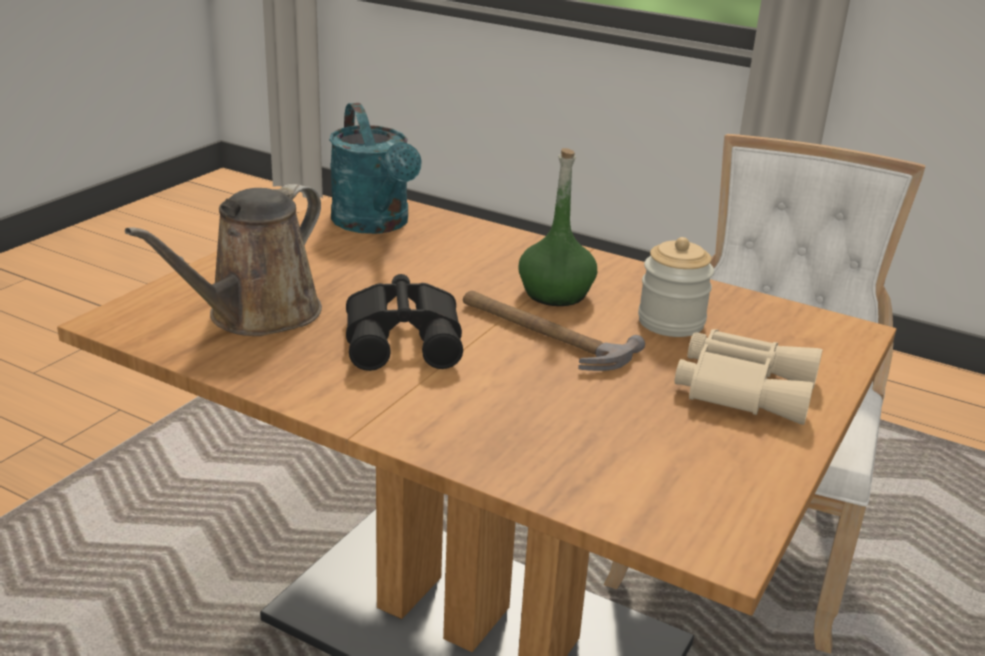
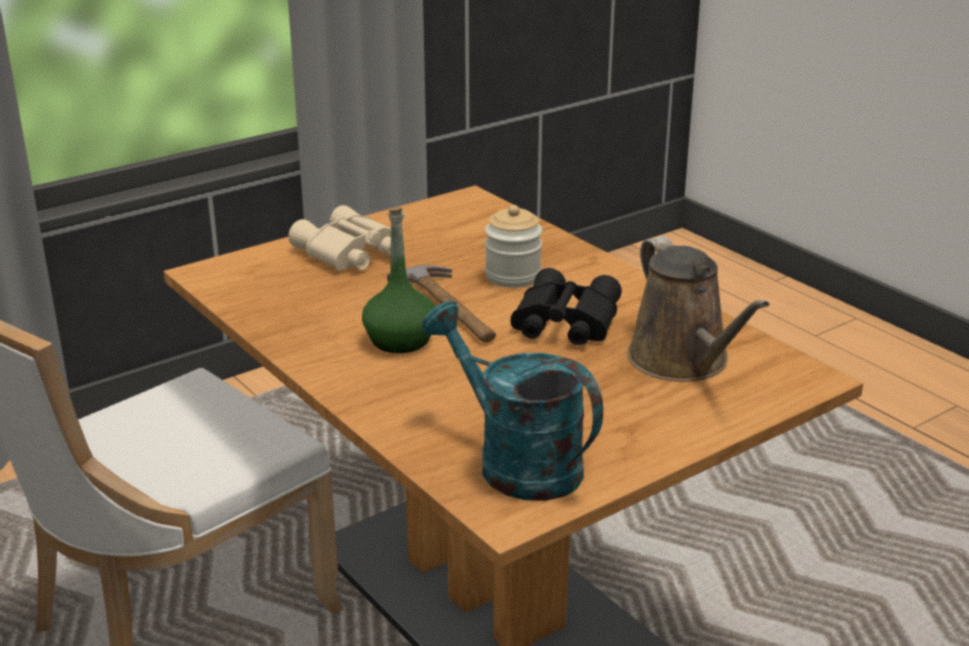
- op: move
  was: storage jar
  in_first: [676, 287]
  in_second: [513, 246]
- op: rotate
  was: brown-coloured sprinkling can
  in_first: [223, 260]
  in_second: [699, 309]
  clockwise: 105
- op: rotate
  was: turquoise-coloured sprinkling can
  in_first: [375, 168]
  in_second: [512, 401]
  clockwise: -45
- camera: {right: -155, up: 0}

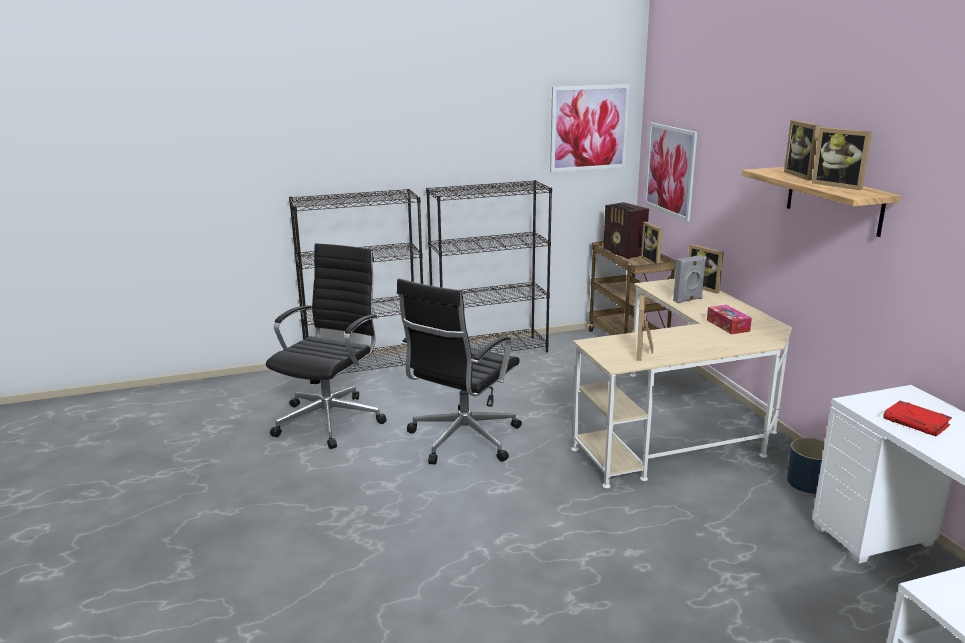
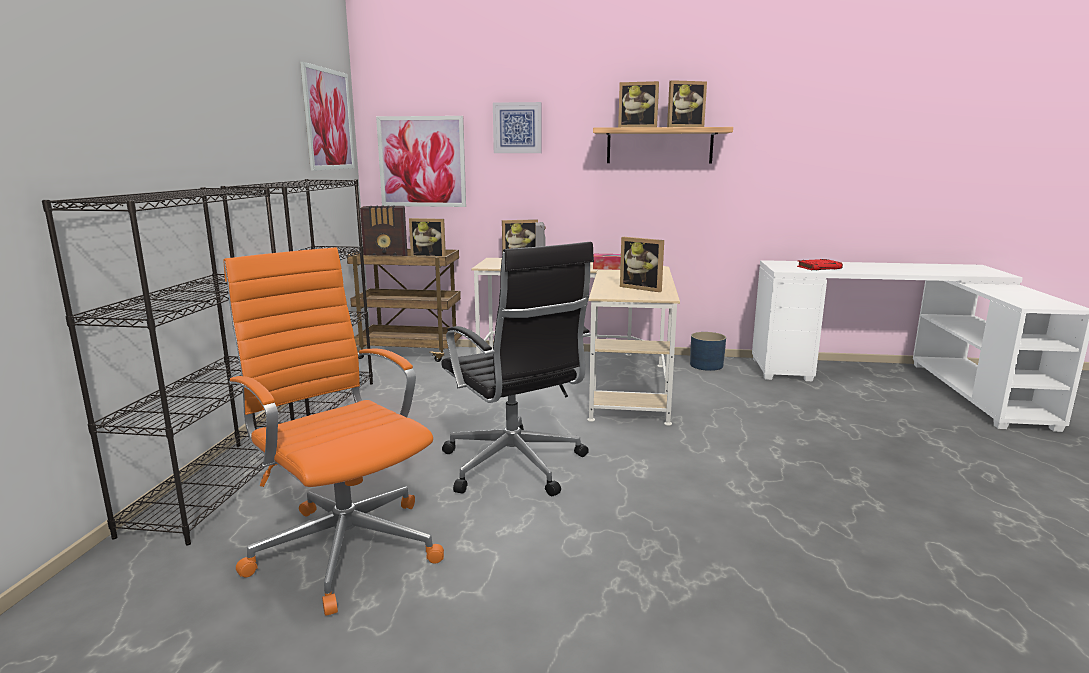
- op: insert
  now: wall picture
  in_second: [517, 127]
- op: recolor
  was: black-coloured computer chair
  now: orangey computer chair
  in_first: [326, 346]
  in_second: [333, 431]
- camera: {right: -65, up: -5}

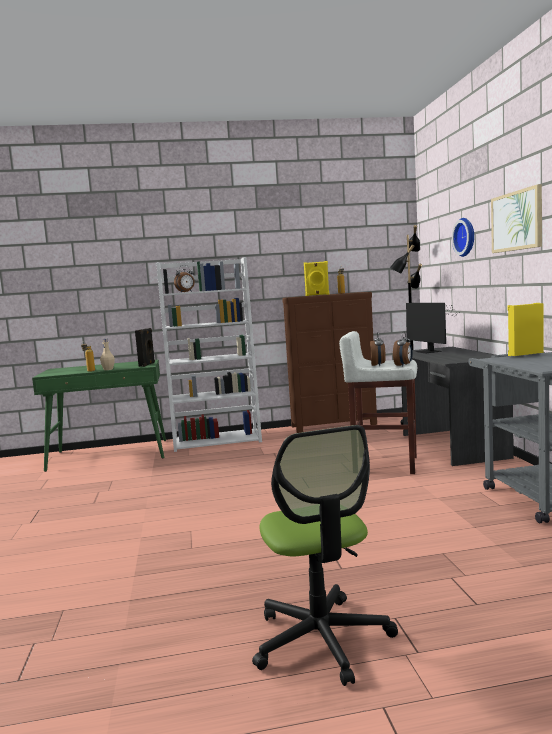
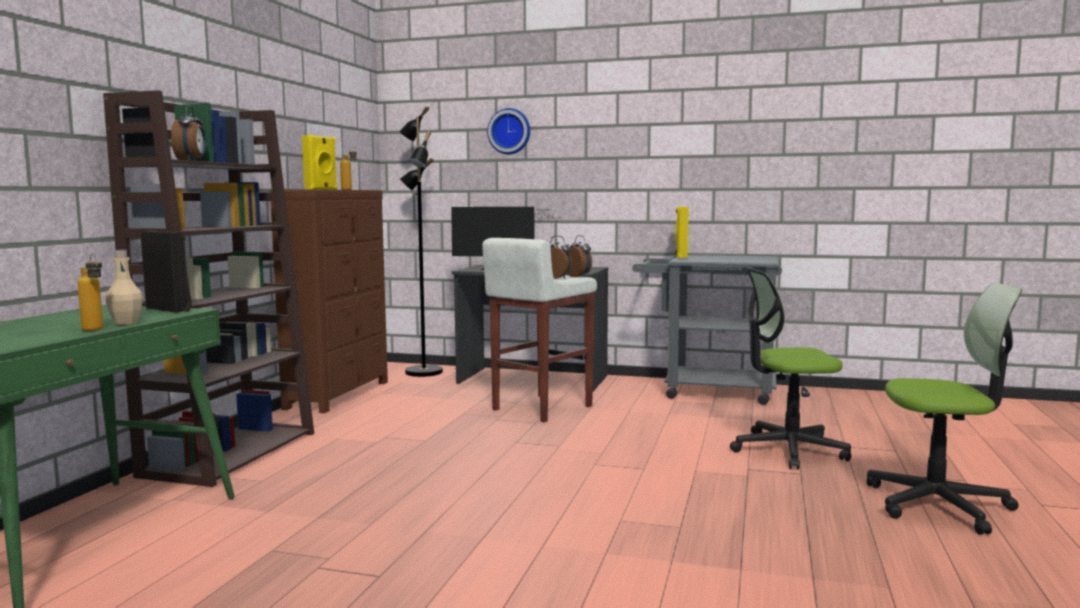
- op: delete
  was: wall picture
  in_first: [516, 218]
- op: insert
  now: computer chair
  in_second: [790, 369]
- op: recolor
  was: white-coloured bookshelf
  now: brown-coloured bookshelf
  in_first: [209, 354]
  in_second: [208, 288]
- camera: {right: -65, up: 0}

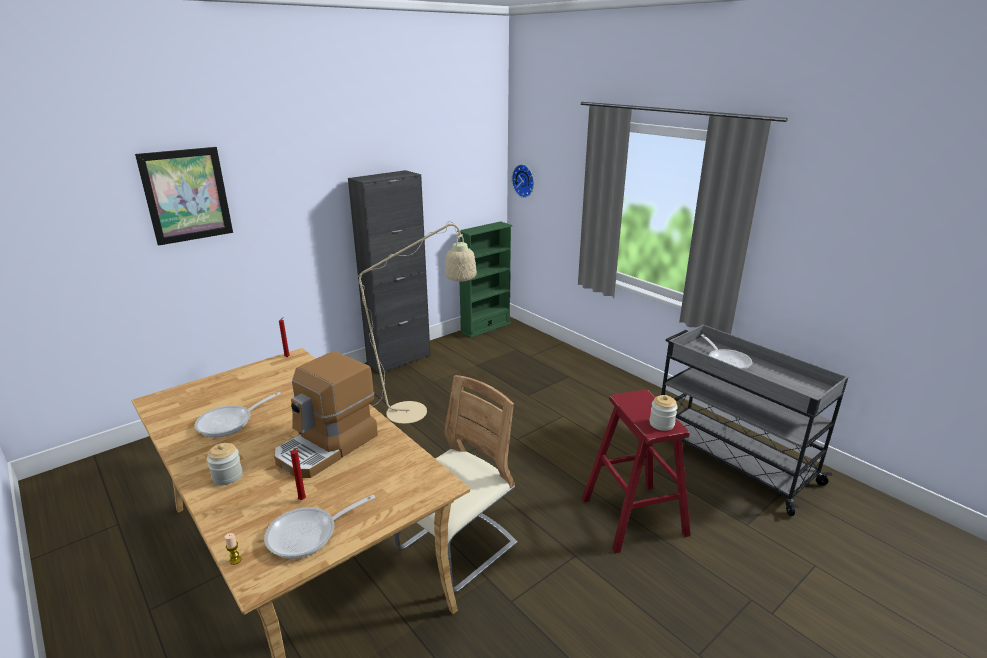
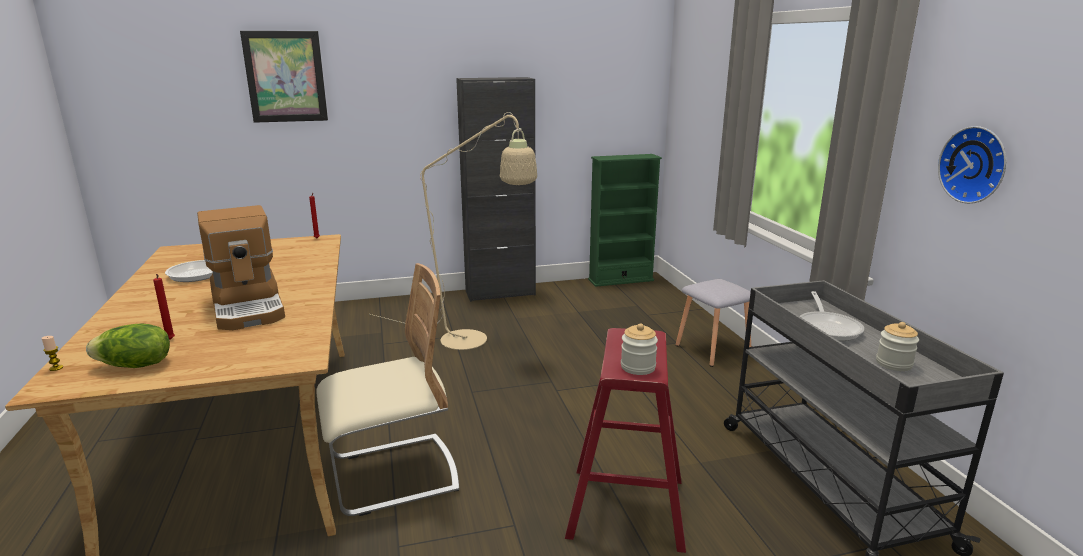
- op: insert
  now: greyish sitting stool
  in_second: [713, 323]
- op: move
  was: storage jar
  in_first: [225, 464]
  in_second: [897, 346]
- op: move
  was: wall clock
  in_first: [523, 181]
  in_second: [972, 165]
- op: replace
  was: pan
  now: lettuce head
  in_first: [319, 527]
  in_second: [128, 345]
- op: rotate
  was: coffee machine
  in_first: [326, 414]
  in_second: [241, 267]
  clockwise: -90
- camera: {right: 25, up: -5}

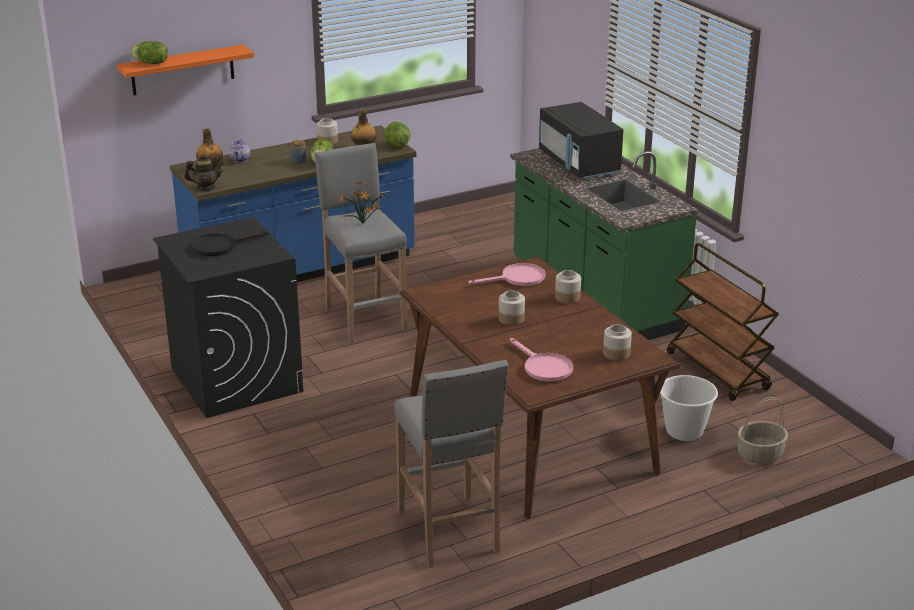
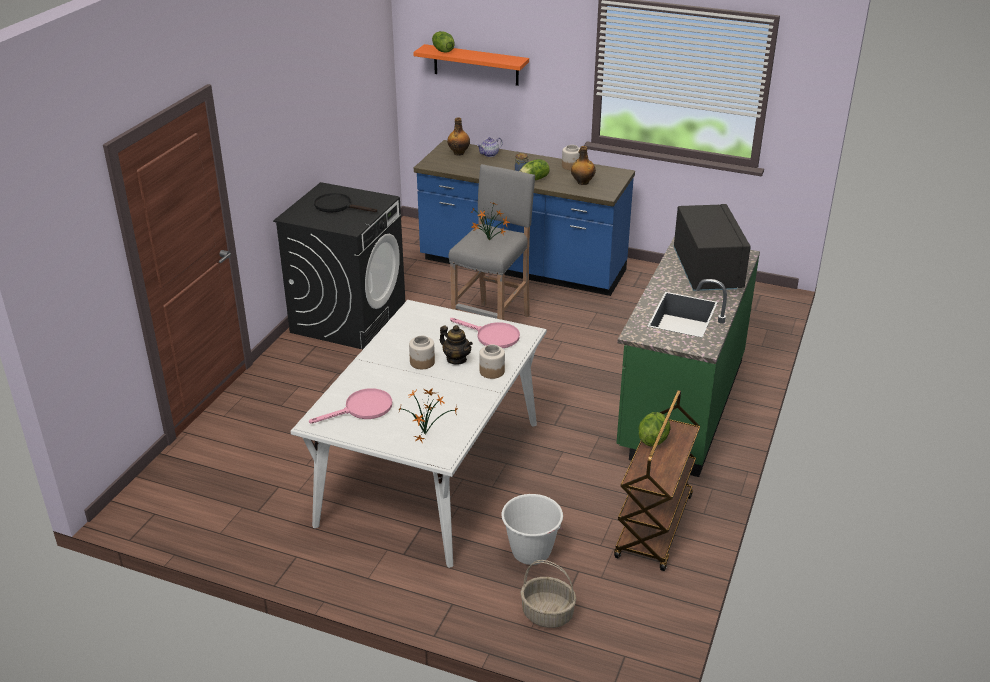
- op: delete
  was: greyish sitting stool
  in_first: [451, 464]
- op: move
  was: tea pot
  in_first: [204, 172]
  in_second: [456, 344]
- op: move
  was: lettuce head
  in_first: [397, 134]
  in_second: [655, 429]
- op: replace
  was: storage jar
  now: houseplant
  in_first: [617, 342]
  in_second: [428, 415]
- op: recolor
  was: brown-coloured kitchen table
  now: white-coloured kitchen table
  in_first: [540, 387]
  in_second: [419, 434]
- op: rotate
  was: pink pan
  in_first: [541, 360]
  in_second: [350, 406]
  clockwise: -135
- op: rotate
  was: black-coloured kitchen microwave
  in_first: [581, 141]
  in_second: [712, 247]
  clockwise: 150
- camera: {right: 50, up: 5}

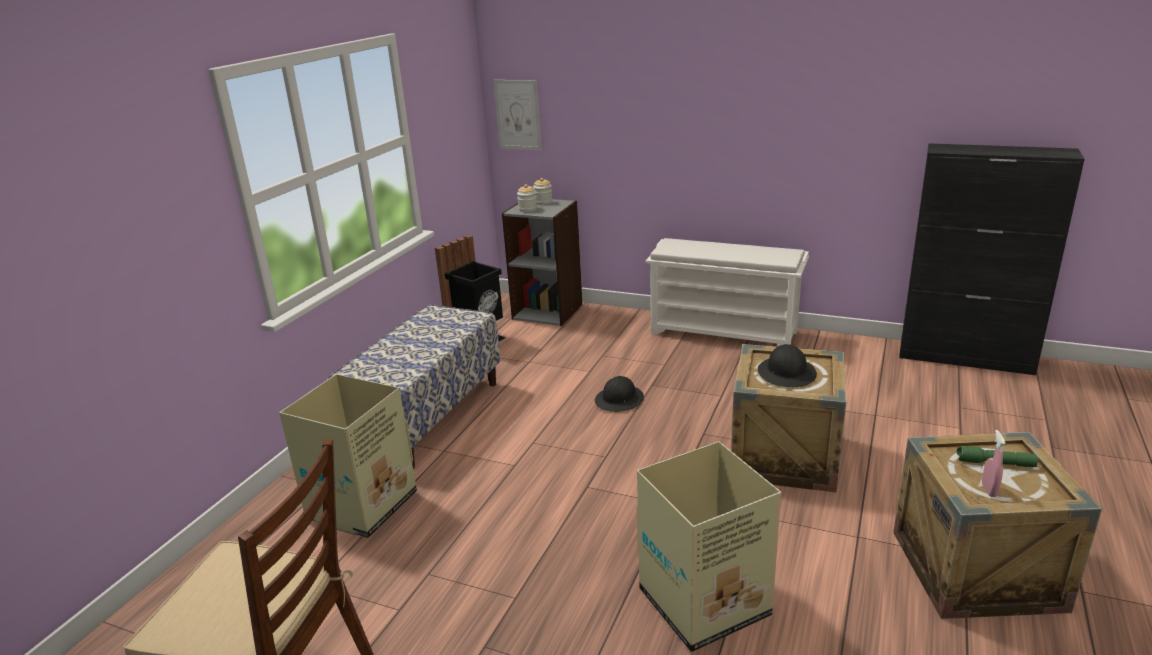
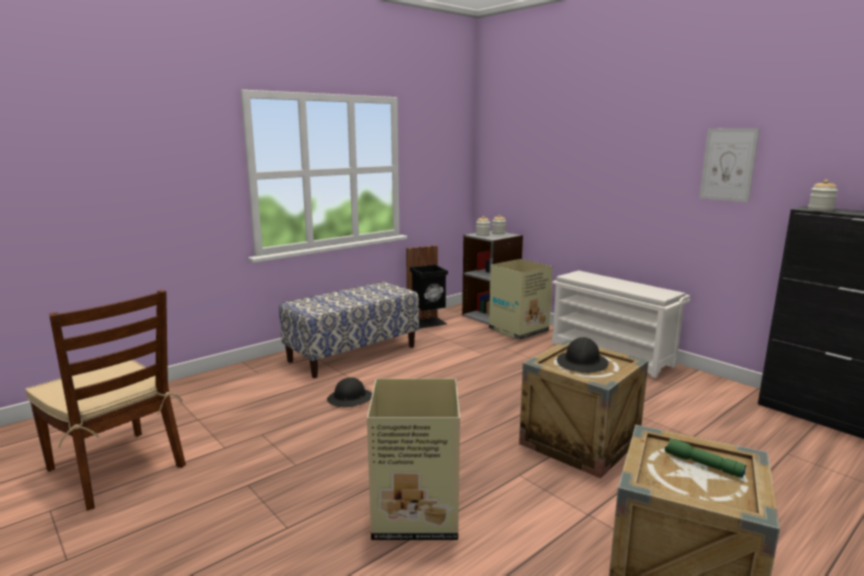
- op: delete
  was: pink sprayer
  in_first: [994, 463]
- op: insert
  now: storage jar
  in_second: [823, 195]
- op: move
  was: packing box
  in_first: [348, 456]
  in_second: [521, 299]
- op: move
  was: wall picture
  in_first: [518, 115]
  in_second: [729, 165]
- op: move
  was: black-coloured safety helmet
  in_first: [619, 394]
  in_second: [349, 392]
- camera: {right: 25, up: -10}

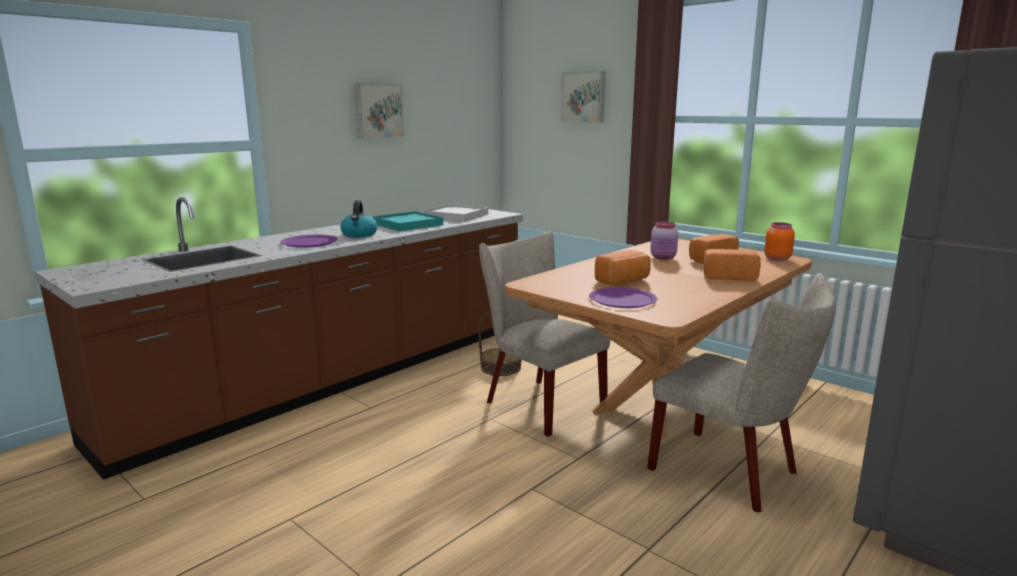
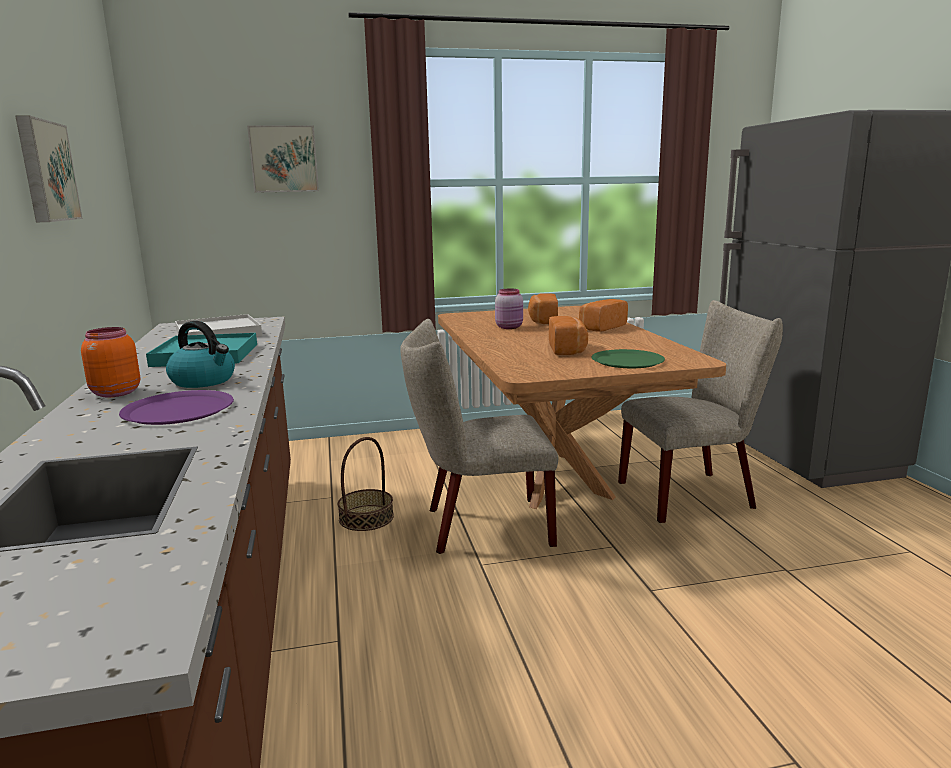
- op: move
  was: orangey storage jar
  in_first: [779, 241]
  in_second: [110, 362]
- op: recolor
  was: purplish plate
  now: greenish plate
  in_first: [623, 297]
  in_second: [628, 358]
- camera: {right: -55, up: 0}

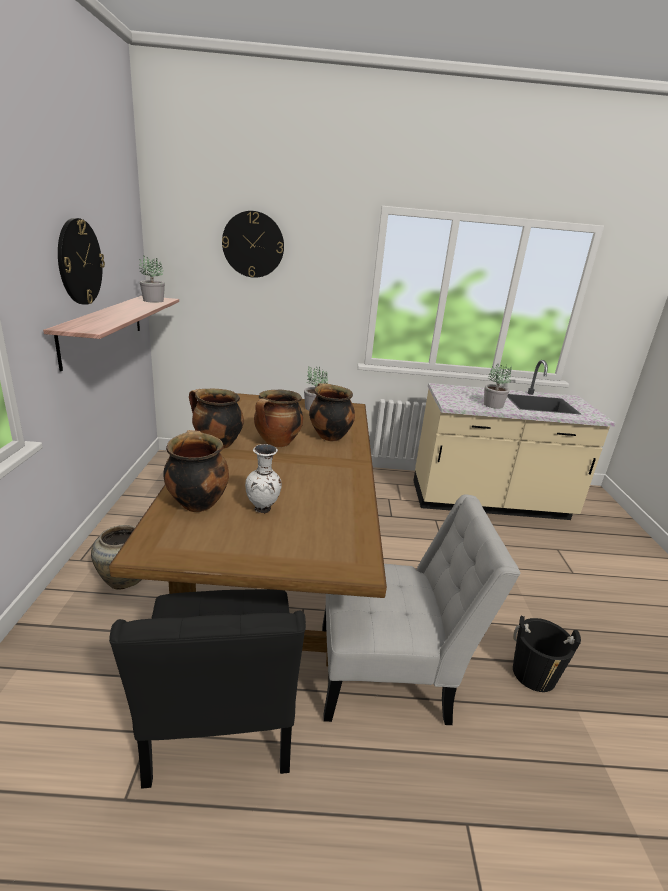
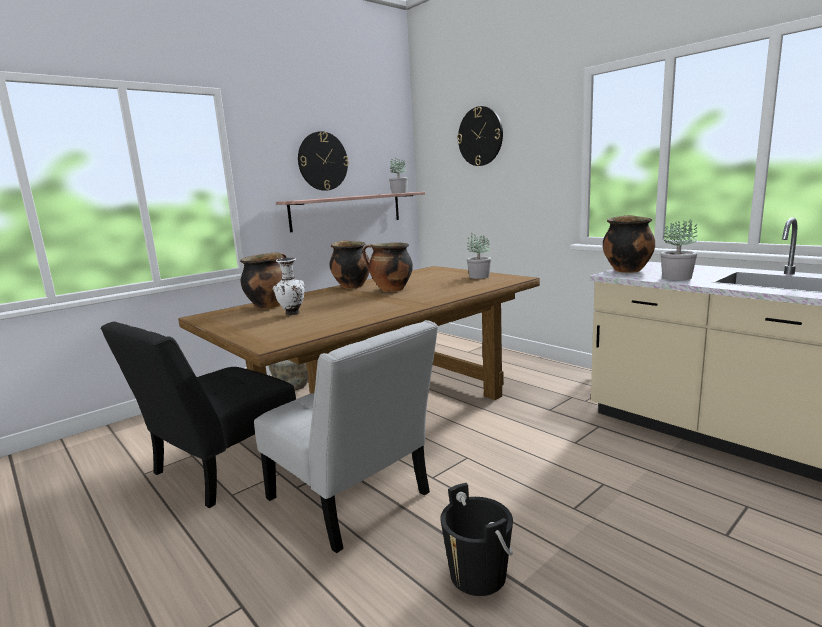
- op: move
  was: cooking pot
  in_first: [332, 412]
  in_second: [629, 244]
- camera: {right: 50, up: -10}

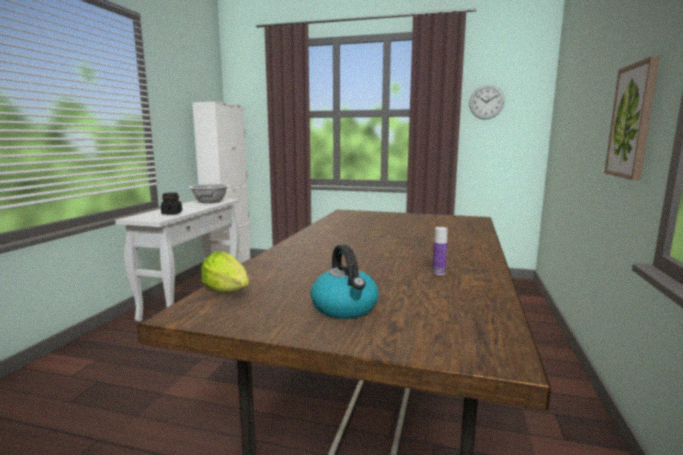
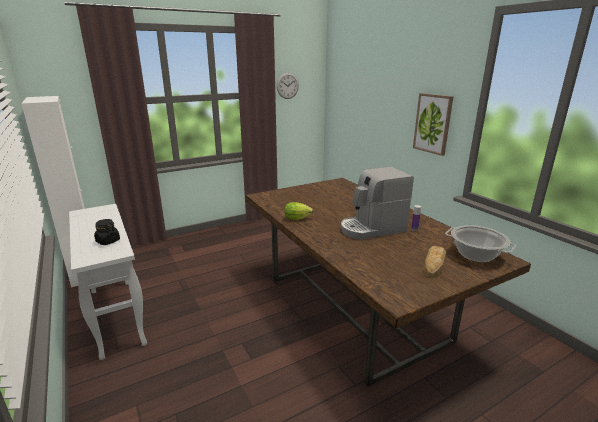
- op: insert
  now: coffee machine
  in_second: [377, 203]
- op: move
  was: cooking pot
  in_first: [209, 193]
  in_second: [480, 244]
- op: move
  was: lettuce head
  in_first: [225, 272]
  in_second: [298, 211]
- op: replace
  was: tea kettle
  now: baked bread
  in_first: [345, 281]
  in_second: [435, 262]
- camera: {right: -45, up: 10}

